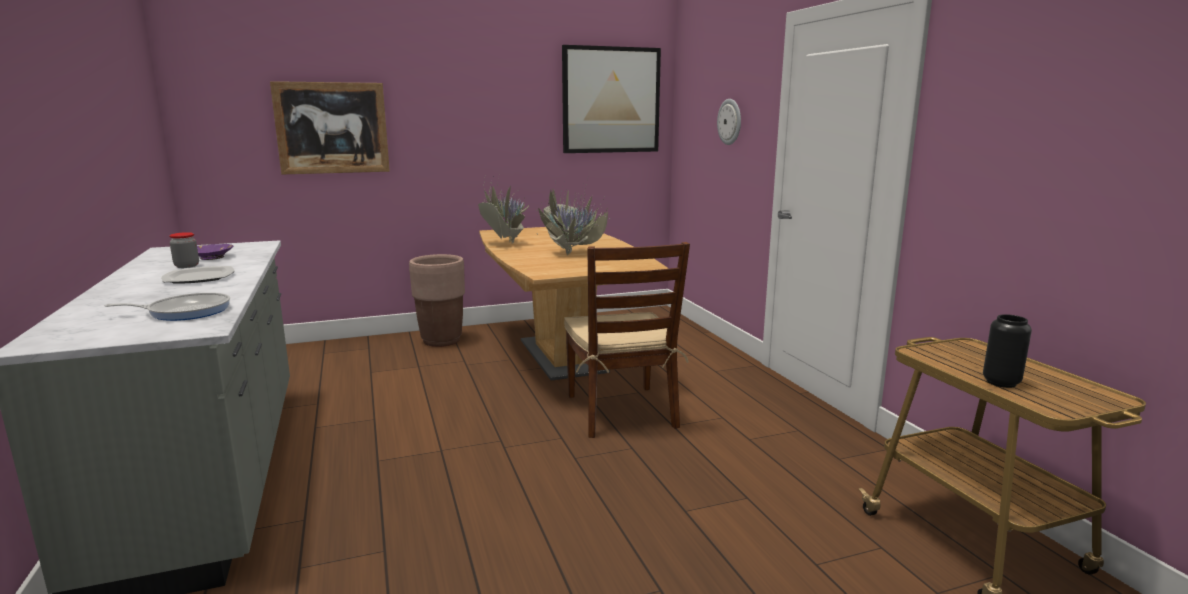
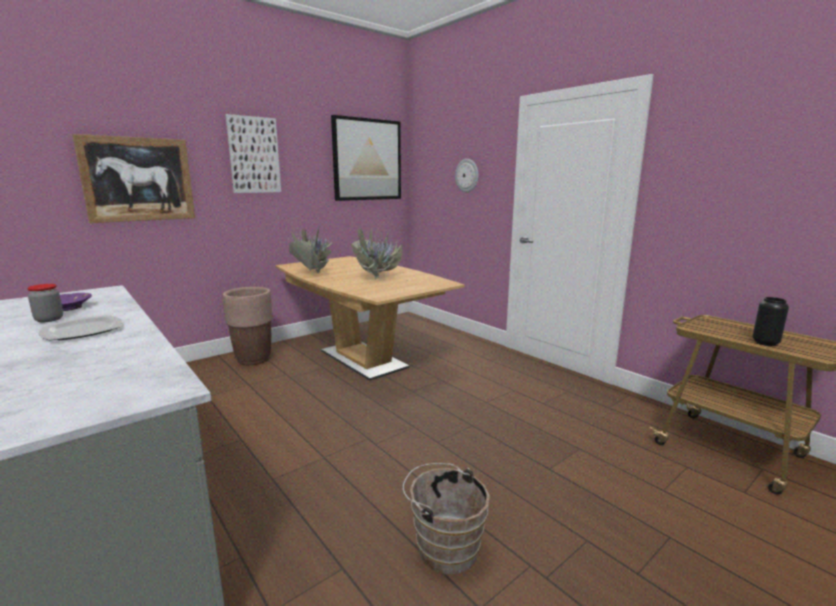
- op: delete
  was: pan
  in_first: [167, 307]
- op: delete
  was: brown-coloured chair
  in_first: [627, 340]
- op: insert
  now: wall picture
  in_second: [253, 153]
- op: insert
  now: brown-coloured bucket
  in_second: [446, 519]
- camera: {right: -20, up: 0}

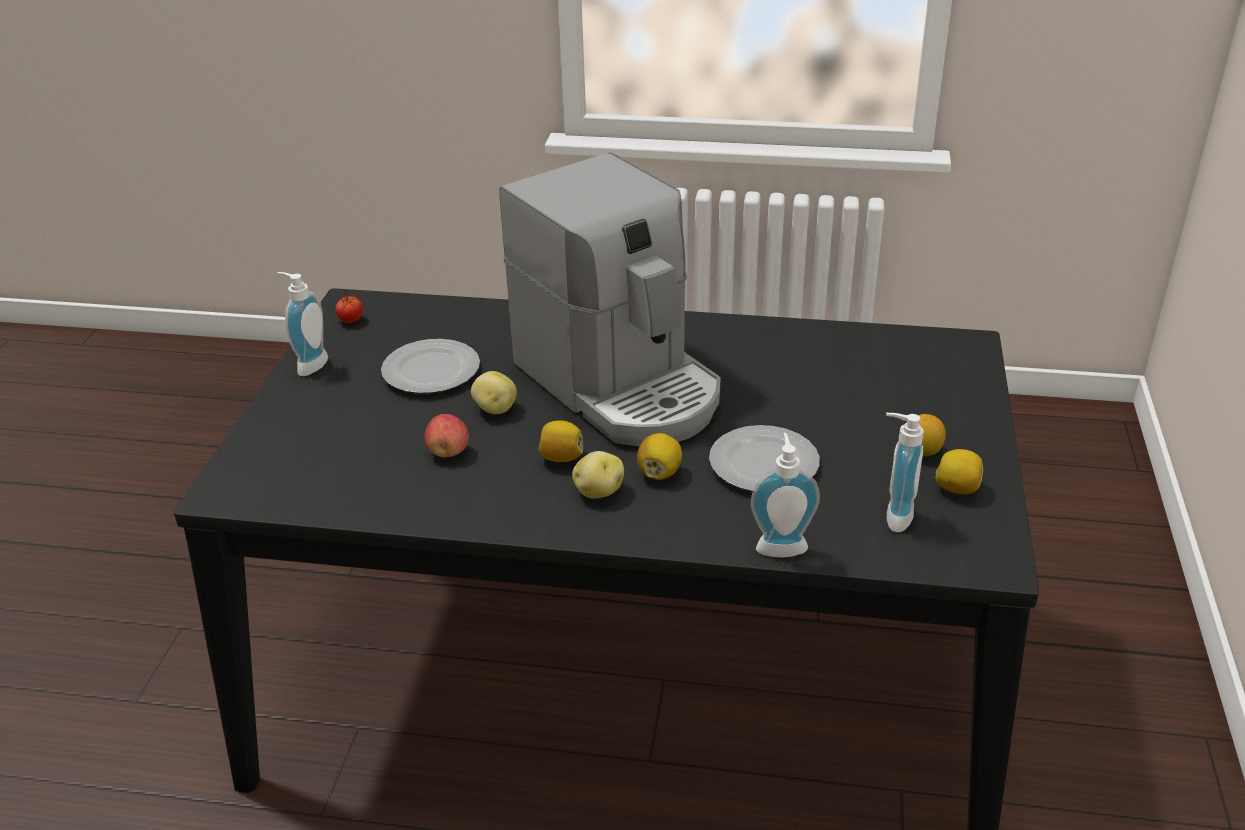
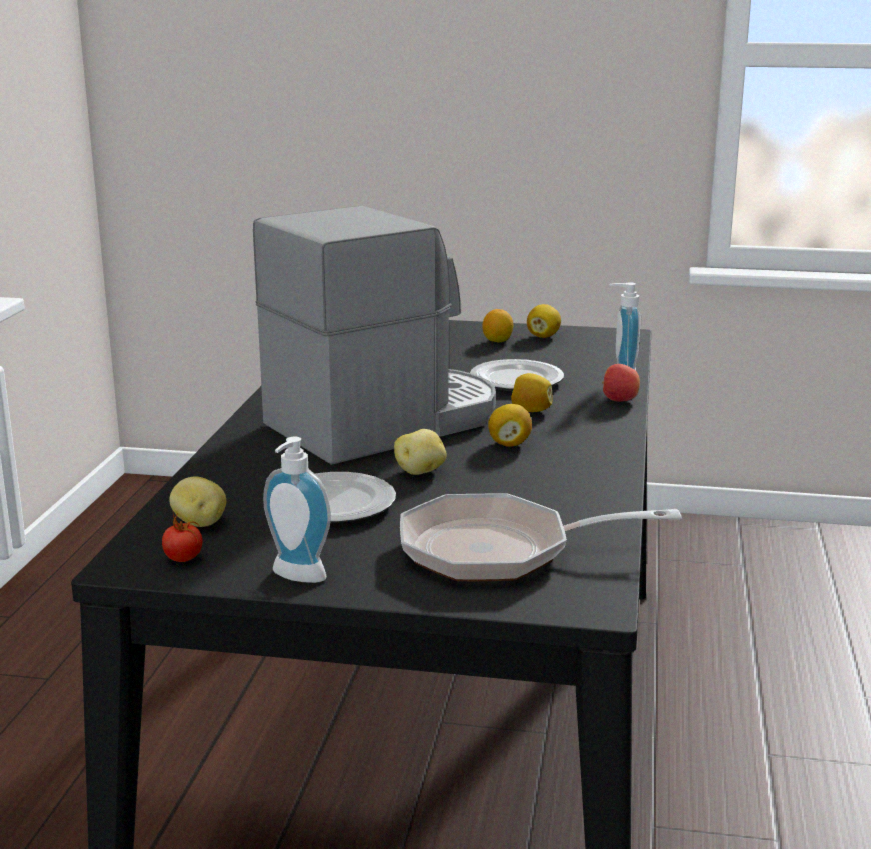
- op: delete
  was: soap dispenser
  in_first: [905, 472]
- op: insert
  now: pan
  in_second: [541, 537]
- op: move
  was: apple
  in_first: [446, 435]
  in_second: [621, 383]
- op: move
  was: spud
  in_first: [598, 475]
  in_second: [197, 502]
- camera: {right: -90, up: -15}

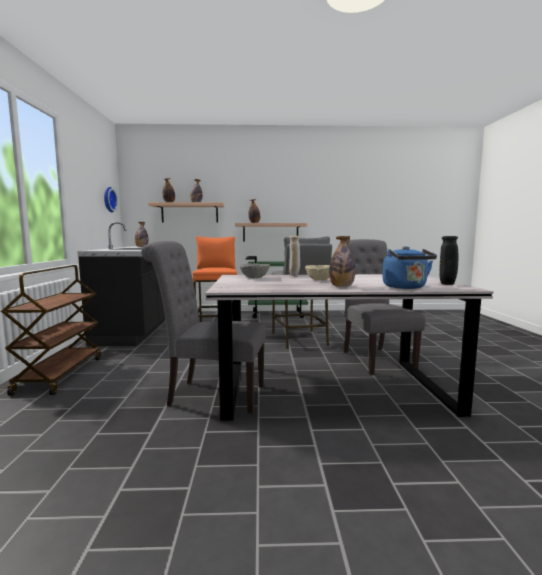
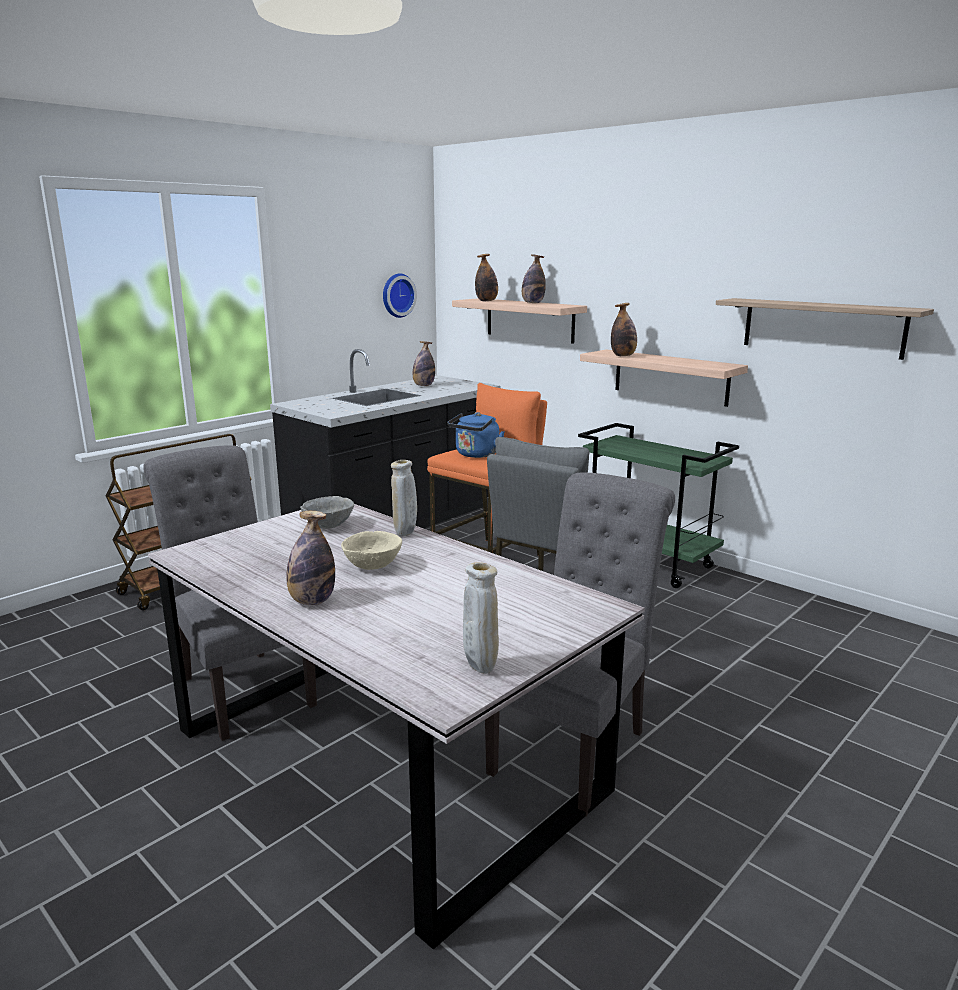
- op: insert
  now: shelf
  in_second: [825, 329]
- op: move
  was: blue tea kettle
  in_first: [410, 267]
  in_second: [476, 435]
- op: recolor
  was: black-coloured vase
  now: beige vase
  in_first: [448, 260]
  in_second: [481, 618]
- camera: {right: 45, up: 10}

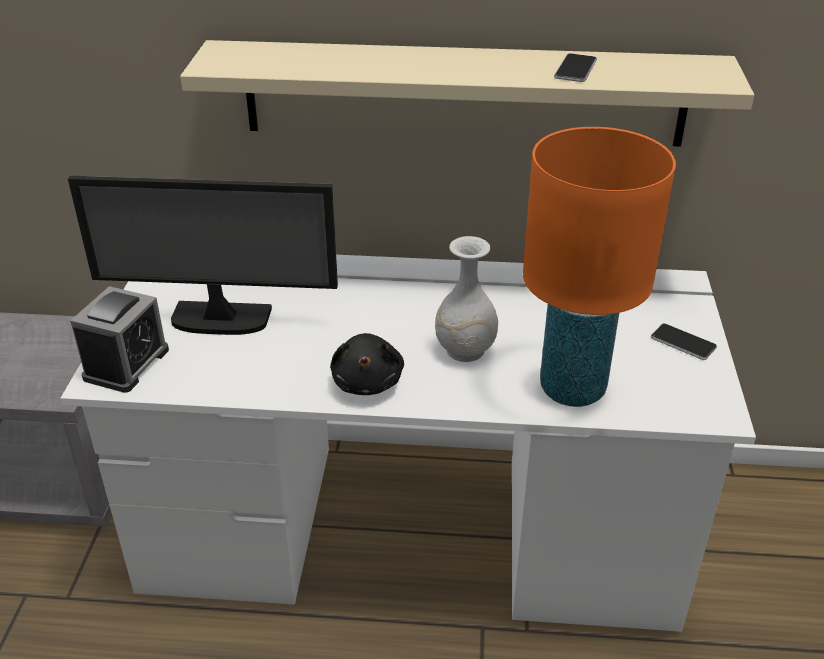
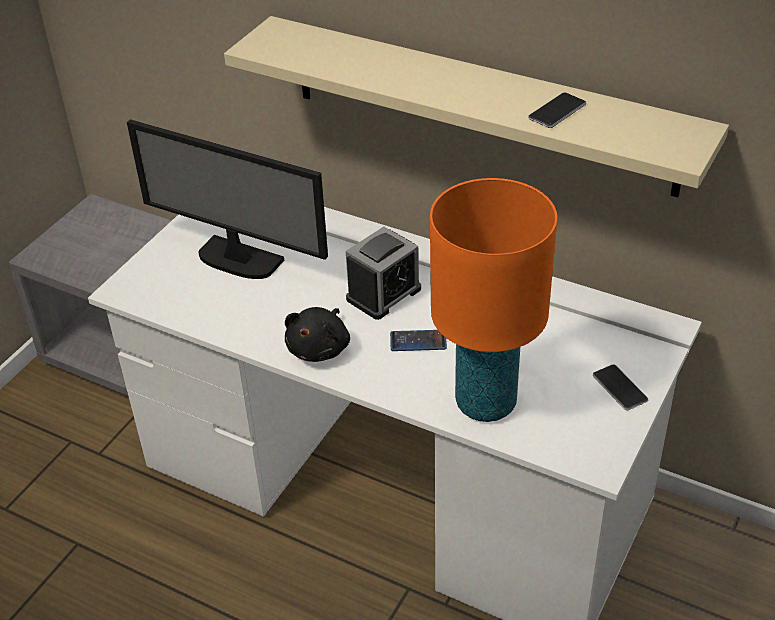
- op: move
  was: bedside clock
  in_first: [119, 339]
  in_second: [383, 273]
- op: replace
  was: white-coloured vase
  now: telephone
  in_first: [466, 299]
  in_second: [418, 340]
- camera: {right: 25, up: 5}

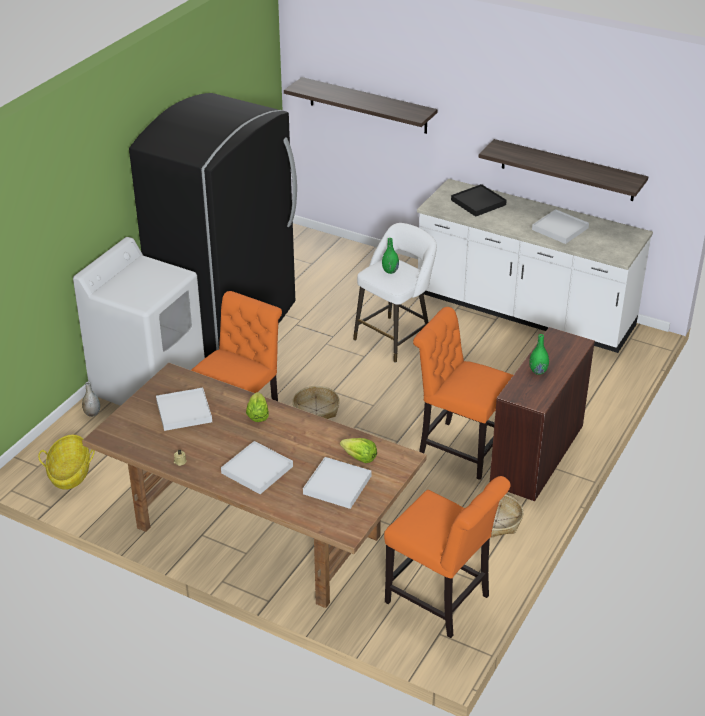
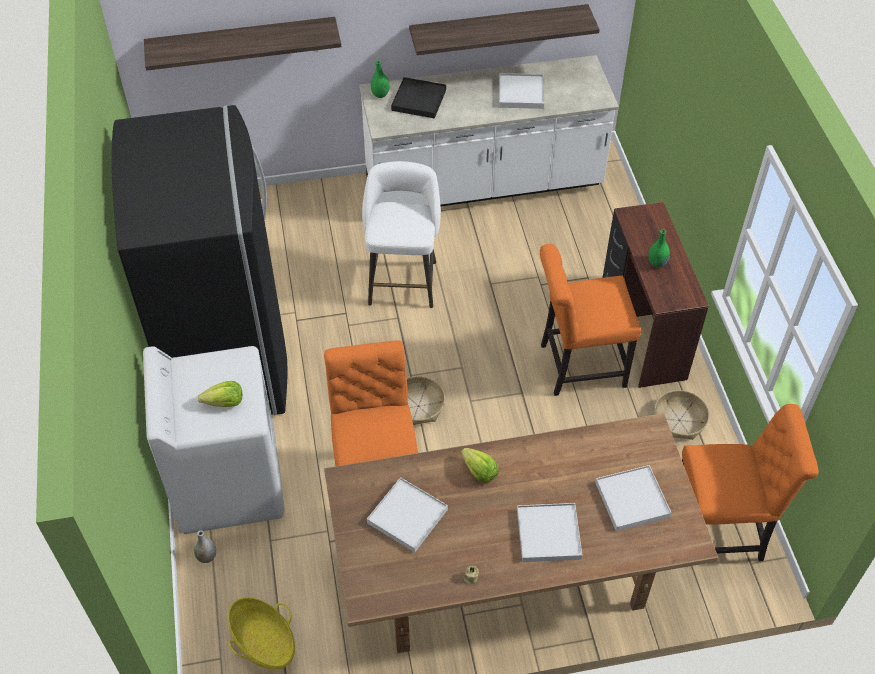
- op: move
  was: lettuce head
  in_first: [358, 450]
  in_second: [220, 394]
- op: move
  was: greenish vase
  in_first: [390, 256]
  in_second: [380, 79]
- camera: {right: -40, up: 15}

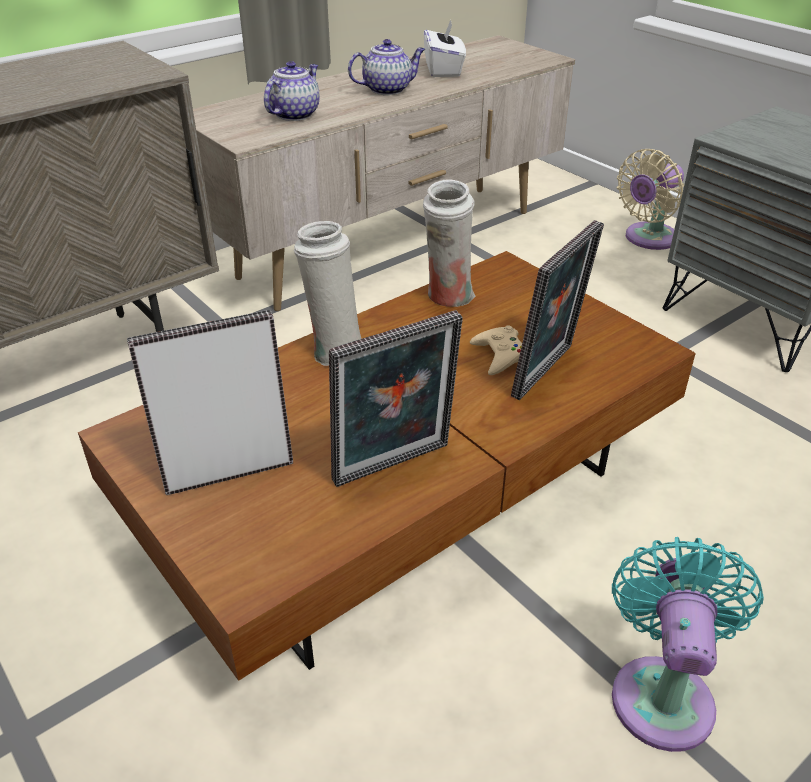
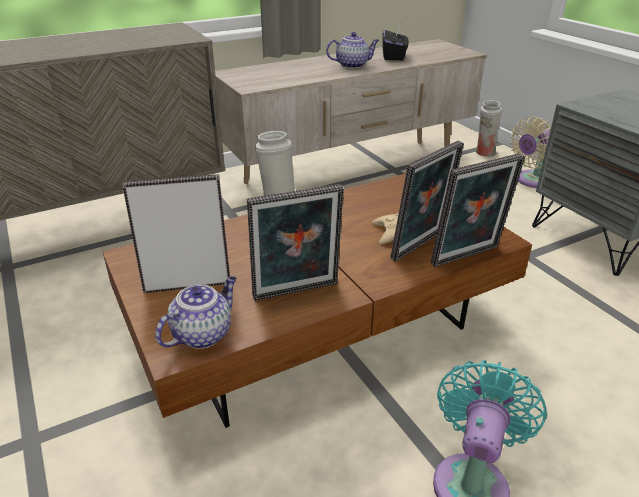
- op: insert
  now: standing frame
  in_second: [478, 210]
- op: move
  was: tea pot
  in_first: [292, 91]
  in_second: [196, 312]
- op: move
  was: white-coloured vase
  in_first: [449, 243]
  in_second: [489, 128]
- op: recolor
  was: white-coloured box of tissues
  now: black-coloured box of tissues
  in_first: [445, 48]
  in_second: [395, 43]
- camera: {right: 10, up: -5}

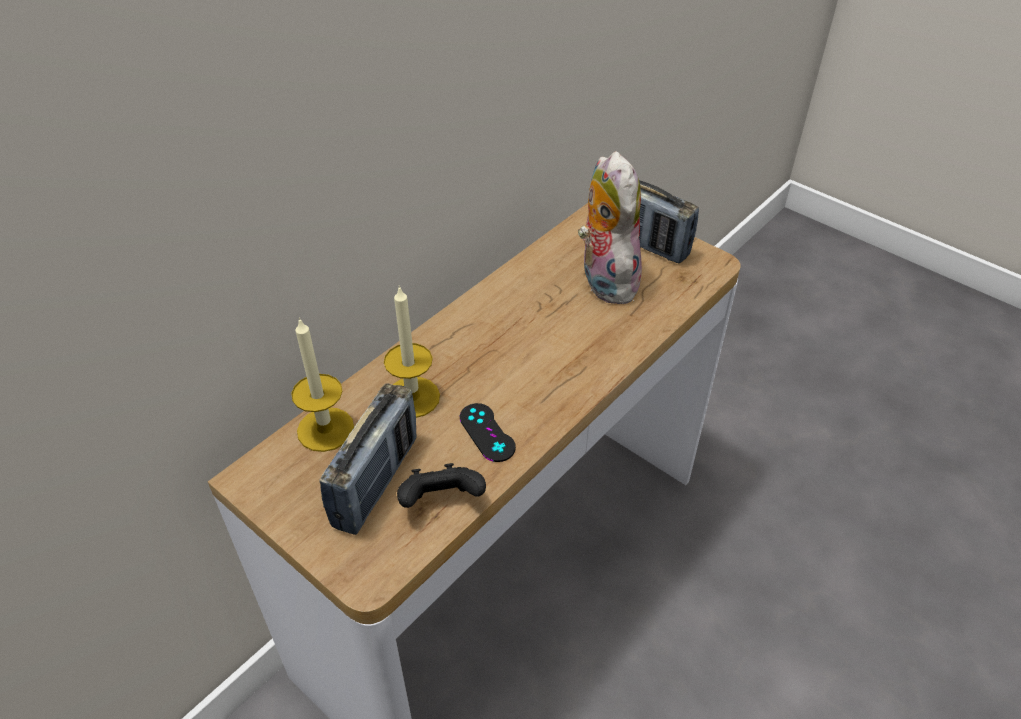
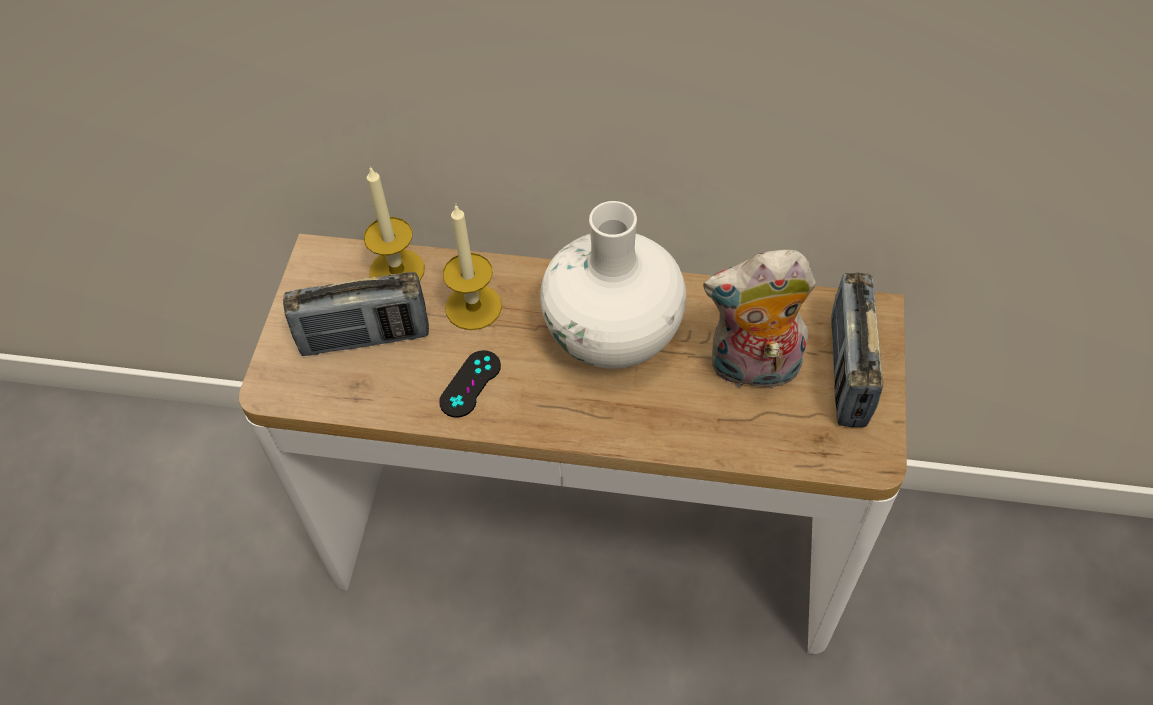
- op: delete
  was: black-coloured gamepad
  in_first: [441, 485]
- op: insert
  now: white-coloured vase
  in_second: [613, 285]
- op: rotate
  was: cuddly toy
  in_first: [610, 228]
  in_second: [759, 319]
  clockwise: -135
- camera: {right: 60, up: 10}

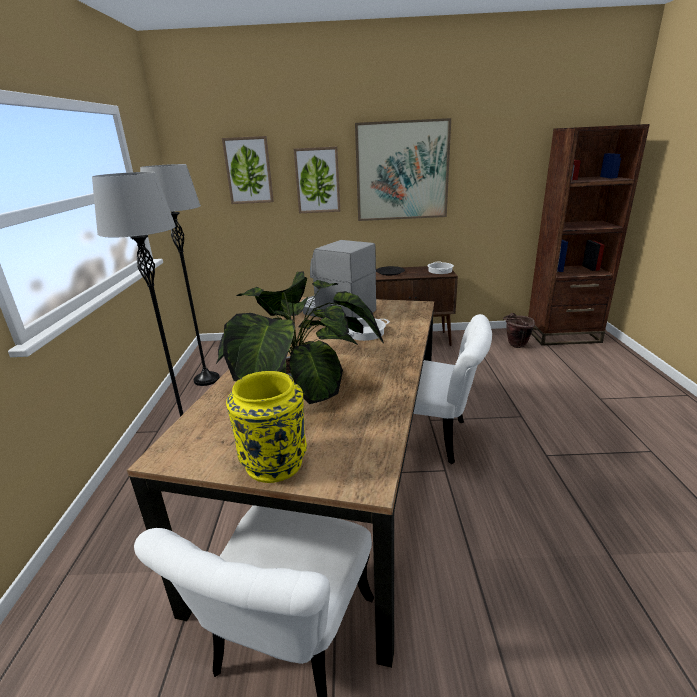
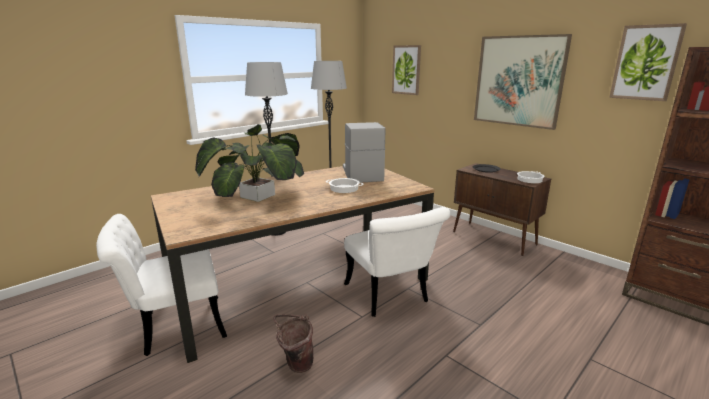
- op: delete
  was: yellow-coloured vase
  in_first: [266, 427]
- op: move
  was: wall picture
  in_first: [316, 180]
  in_second: [648, 62]
- op: move
  was: brown-coloured bucket
  in_first: [519, 330]
  in_second: [293, 343]
- camera: {right: 45, up: -5}

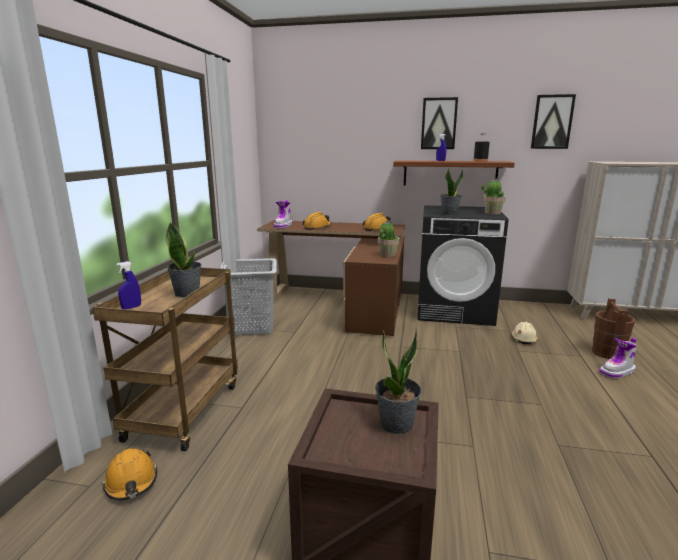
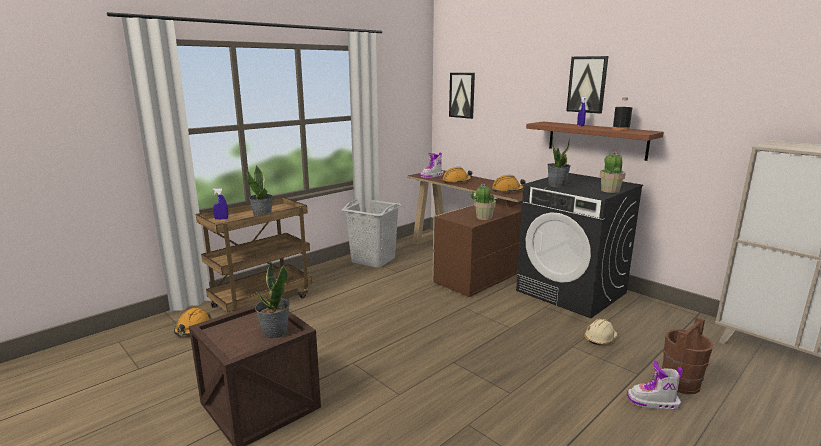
- op: move
  was: wall picture
  in_first: [553, 121]
  in_second: [462, 96]
- camera: {right: 35, up: 0}

